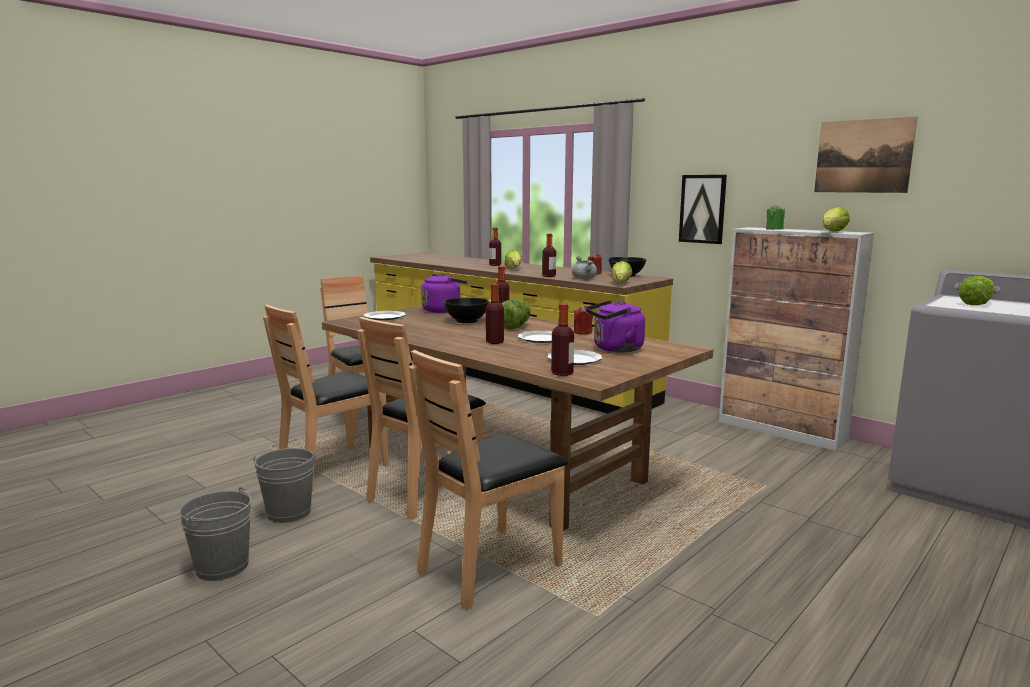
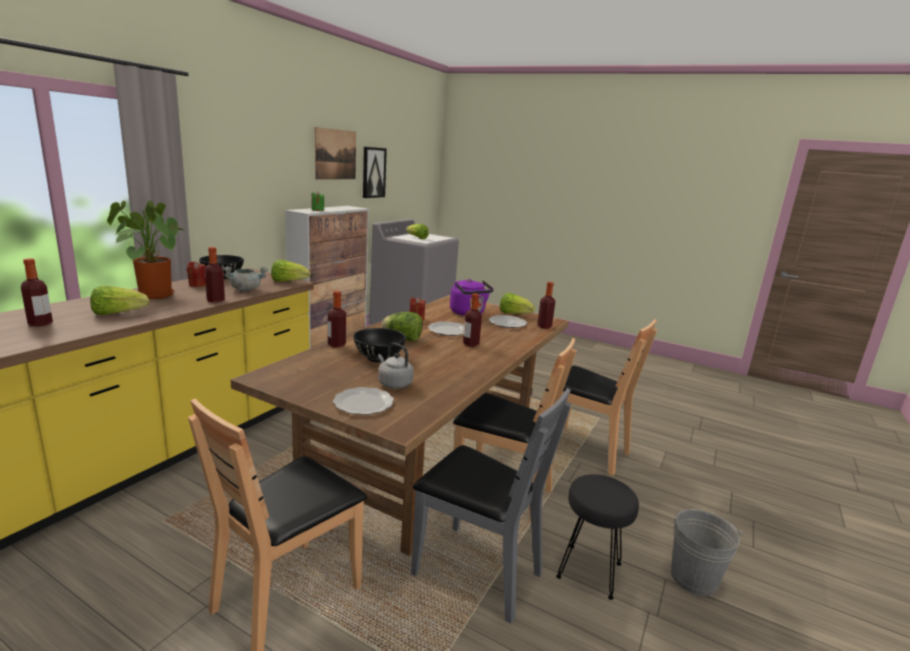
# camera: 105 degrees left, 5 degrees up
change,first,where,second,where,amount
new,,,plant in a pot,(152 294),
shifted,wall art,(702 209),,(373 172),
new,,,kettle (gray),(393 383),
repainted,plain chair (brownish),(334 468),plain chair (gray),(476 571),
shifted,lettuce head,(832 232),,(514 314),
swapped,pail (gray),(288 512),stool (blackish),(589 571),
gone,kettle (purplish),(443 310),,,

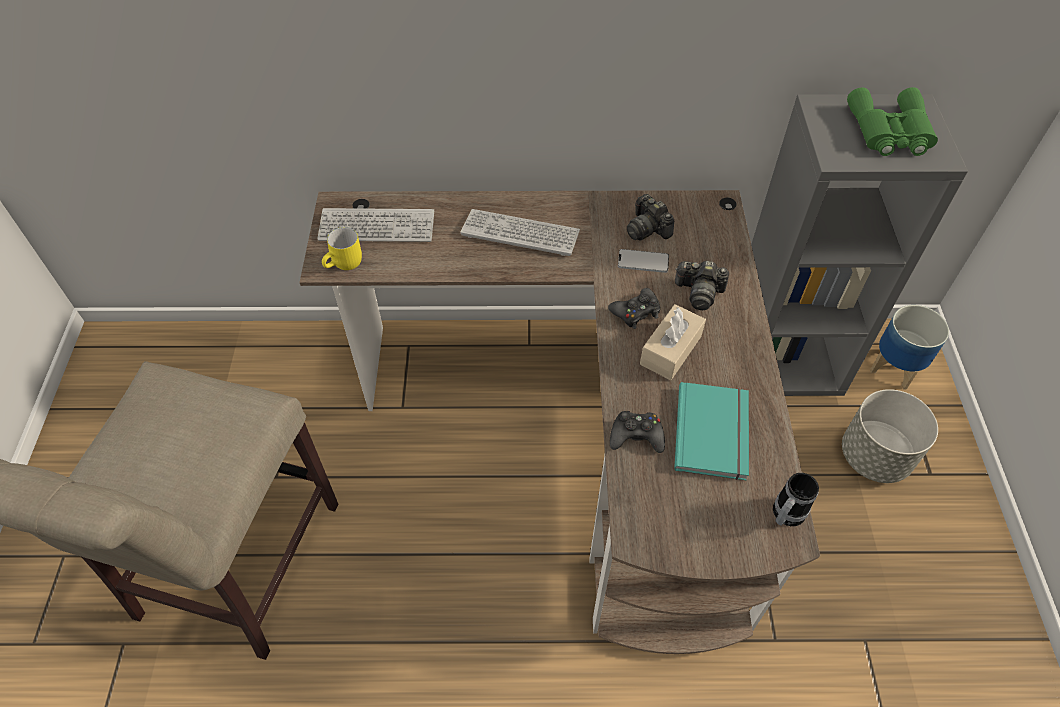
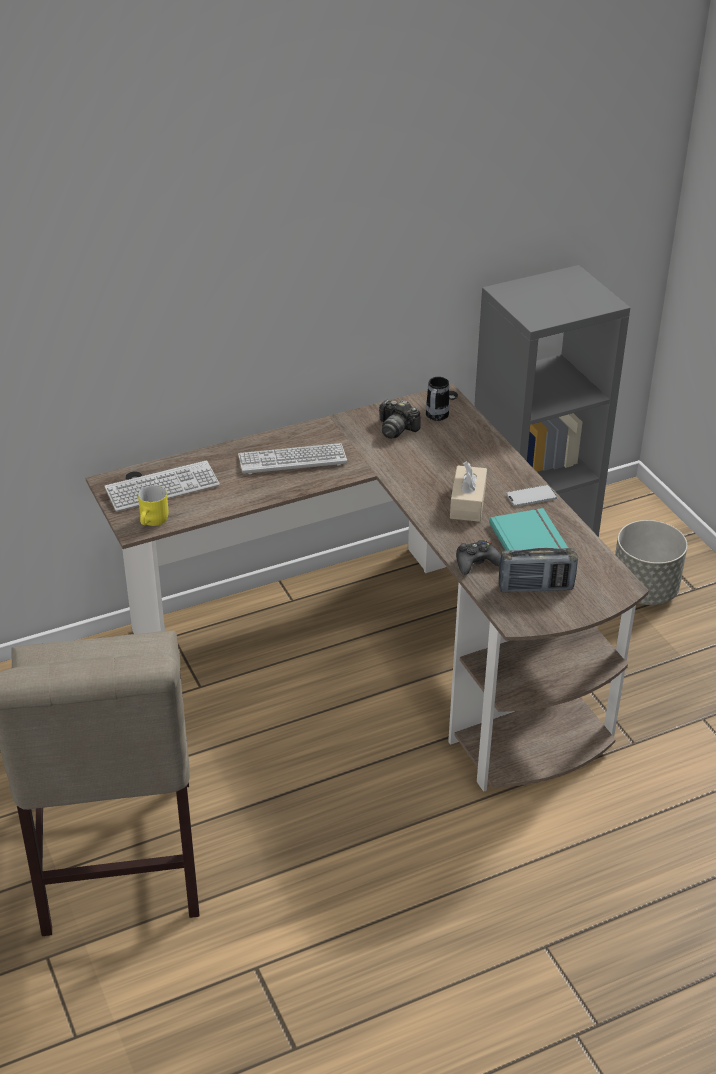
# camera: 25 degrees left, 15 degrees down
change,first,where,second,where,amount
shifted,coffee mug,(784 516),,(435 417),
new,,,radio set,(535 587),
shifted,telephone,(643 262),,(531 497),
gone,game controller (blackish),(636 312),,,
gone,still camera,(699 292),,,
gone,field glasses (green-coloured),(889 132),,,
gone,plant pot,(894 368),,,

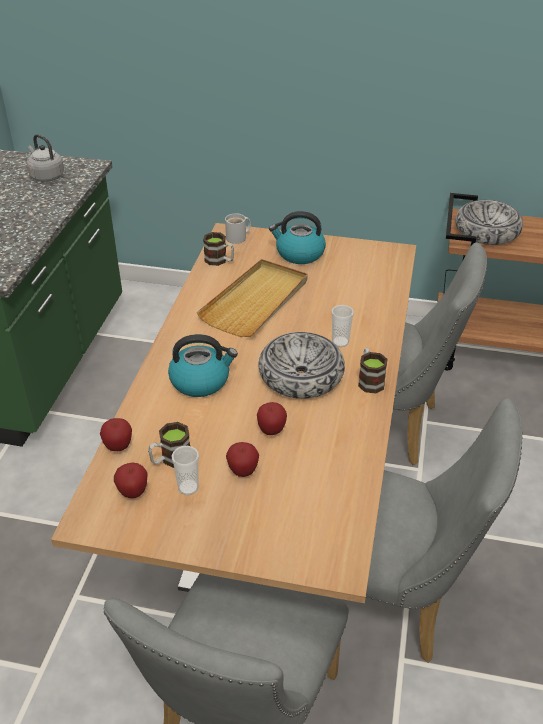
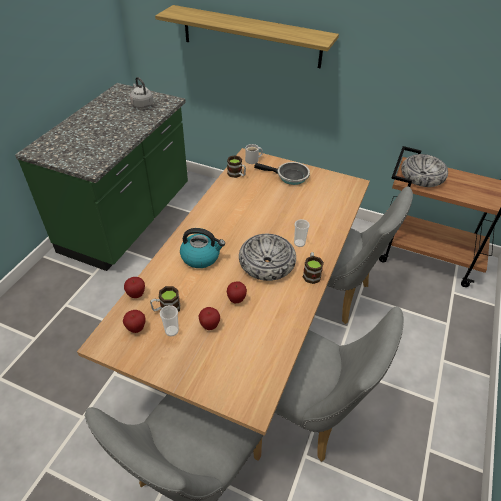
# camera: 10 degrees right, 5 degrees up
change,first,where,second,where,amount
new,,,bracket shelf,(251 36),
swapped,kettle,(299 254),pan,(289 176),
gone,tray (beige),(256 301),,,

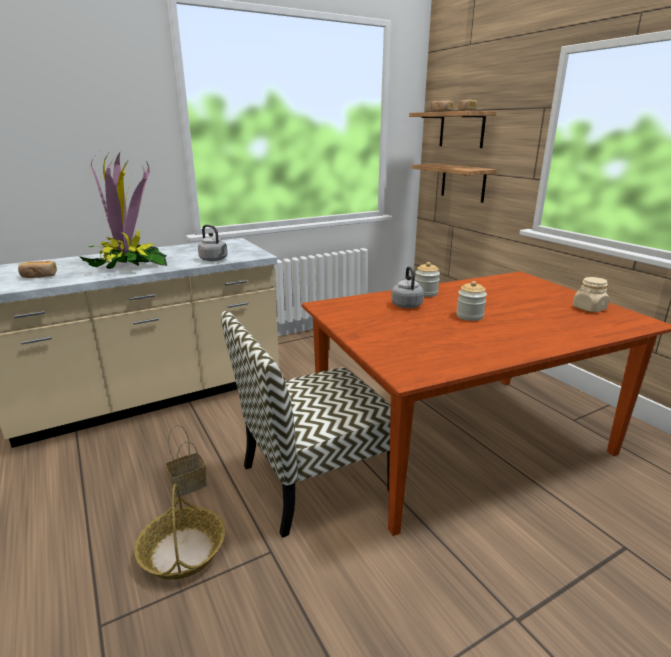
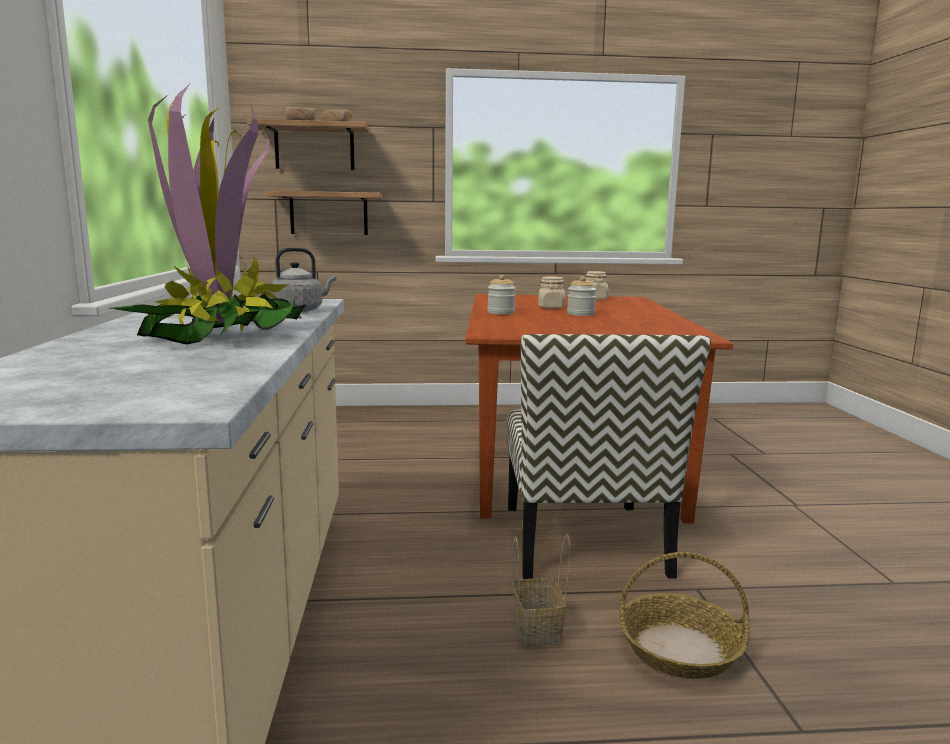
# camera: 65 degrees left, 10 degrees down
change,first,where,second,where,amount
new,,,jar (beige),(551 307),
gone,baked bread,(39 276),,,
gone,kettle (gray),(406 304),,,

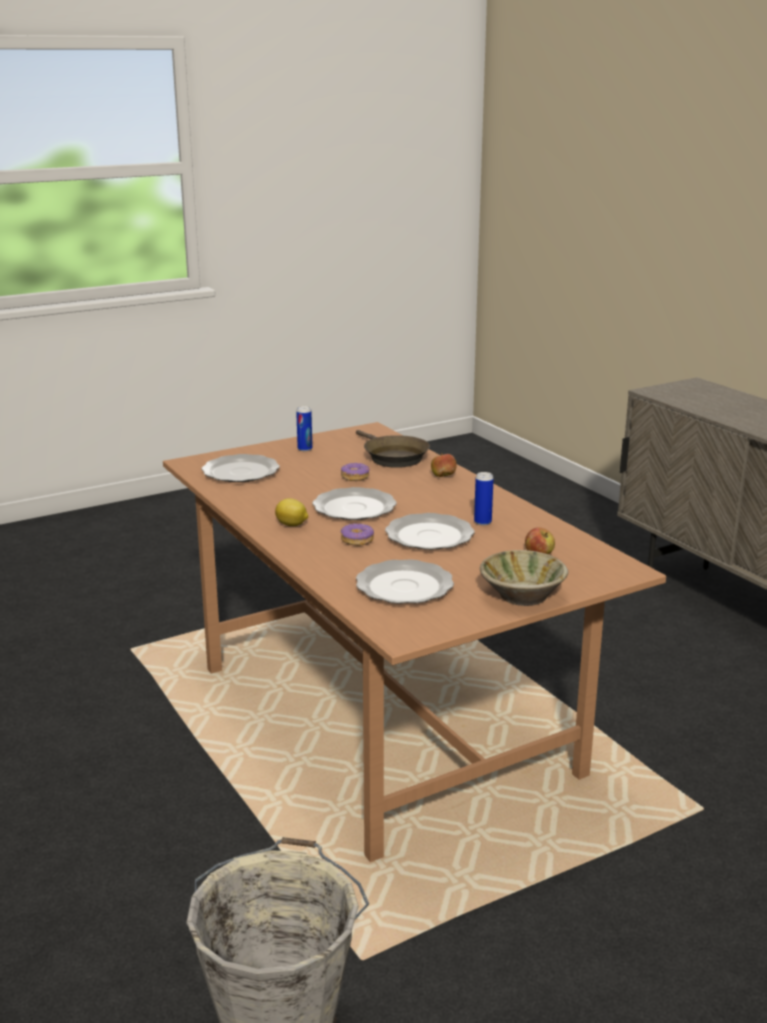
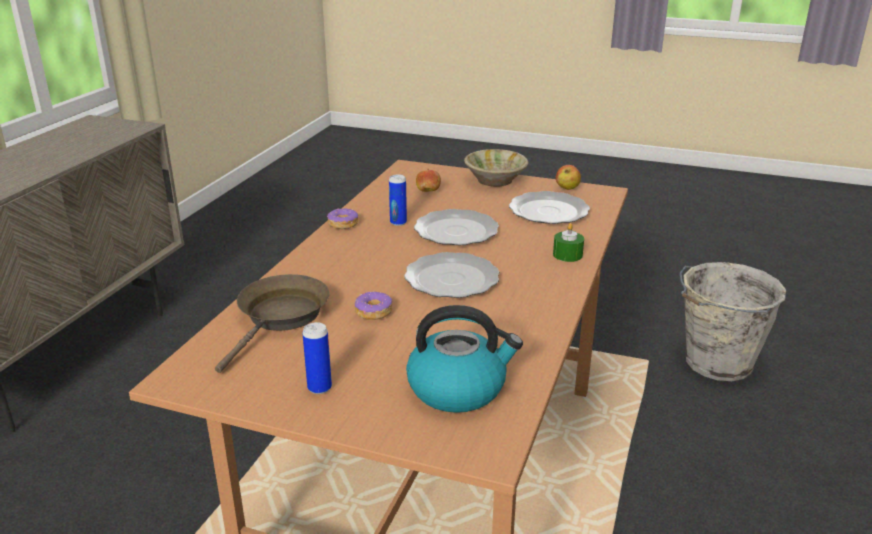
# camera: 130 degrees left, 5 degrees up
change,first,where,second,where,amount
shifted,doughnut,(357 540),,(342 224),
swapped,flat dish,(242 472),kettle,(458 388),
new,,,wax light (green-coloured),(567 255),
shifted,whole apple,(443 476),,(567 188),
gone,lemon,(292 525),,,

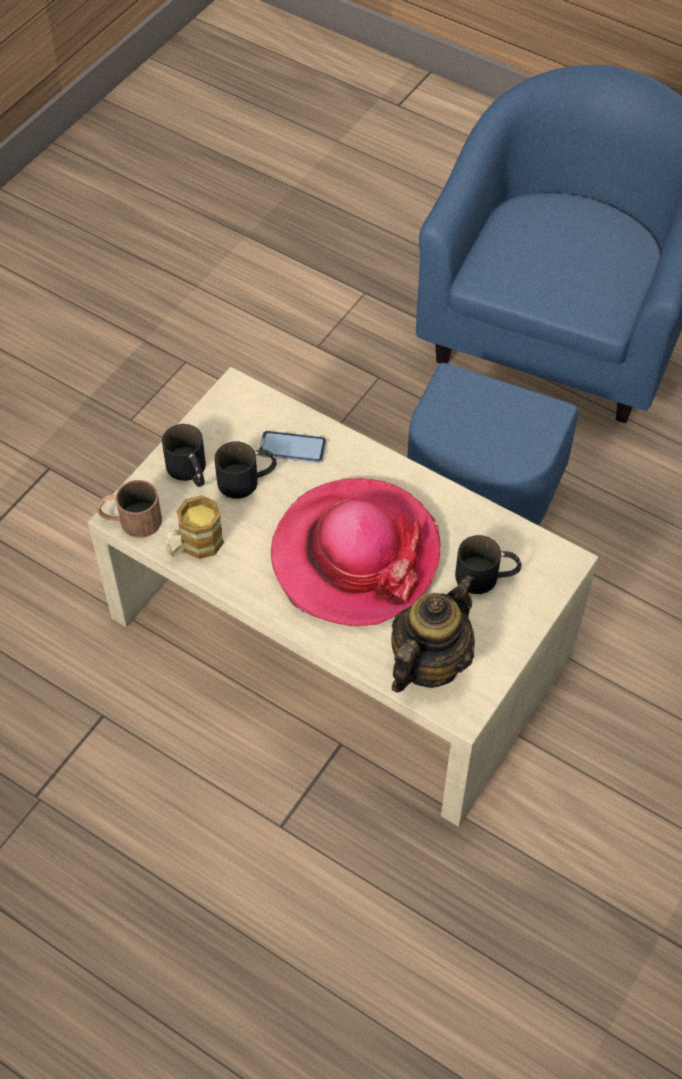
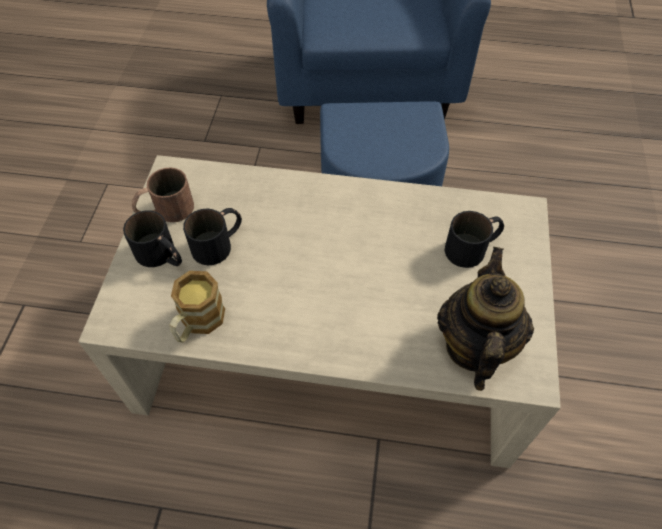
# camera: 25 degrees left, 0 degrees up
change,first,where,second,where,amount
shifted,coffee mug (brownish),(130 520),,(165 210),
gone,telephone,(292 448),,,
gone,wearable hat,(355 555),,,

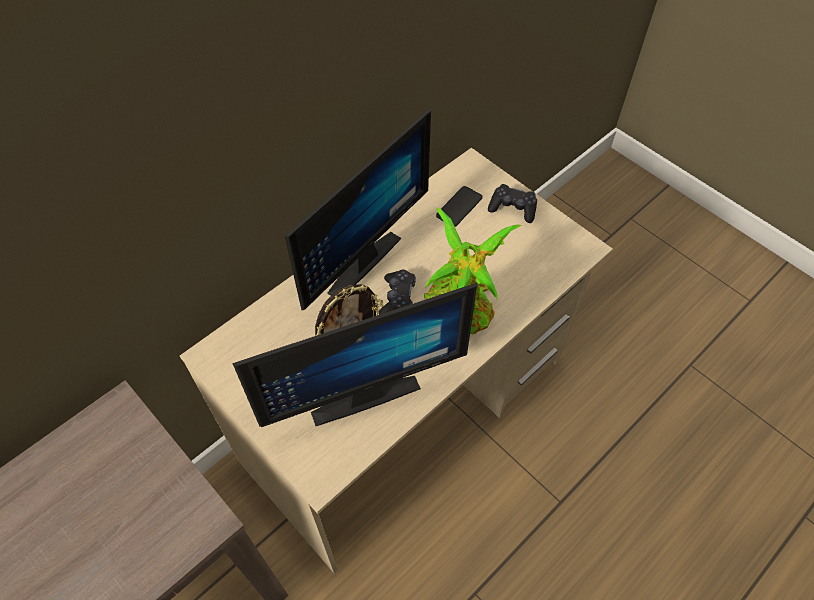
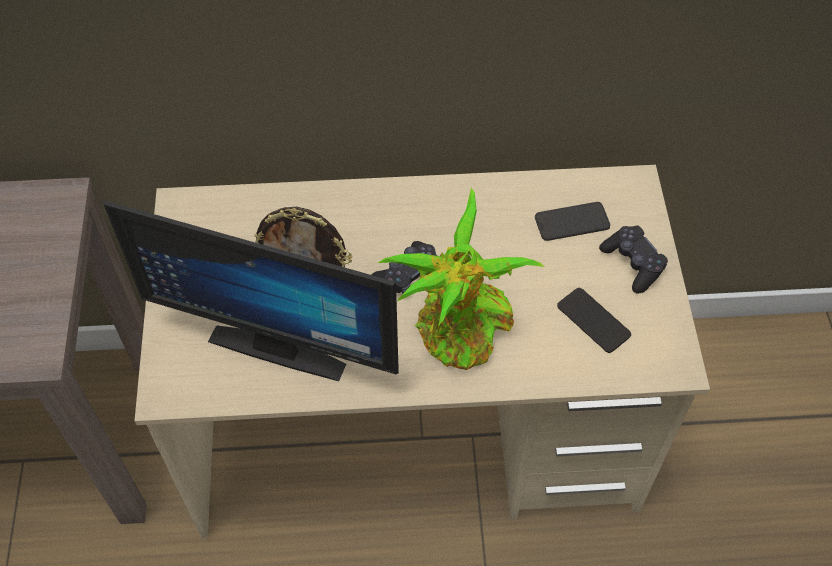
# camera: 40 degrees right, 0 degrees up
change,first,where,second,where,amount
new,,,telephone,(593 320),
gone,computer display,(356 259),,,

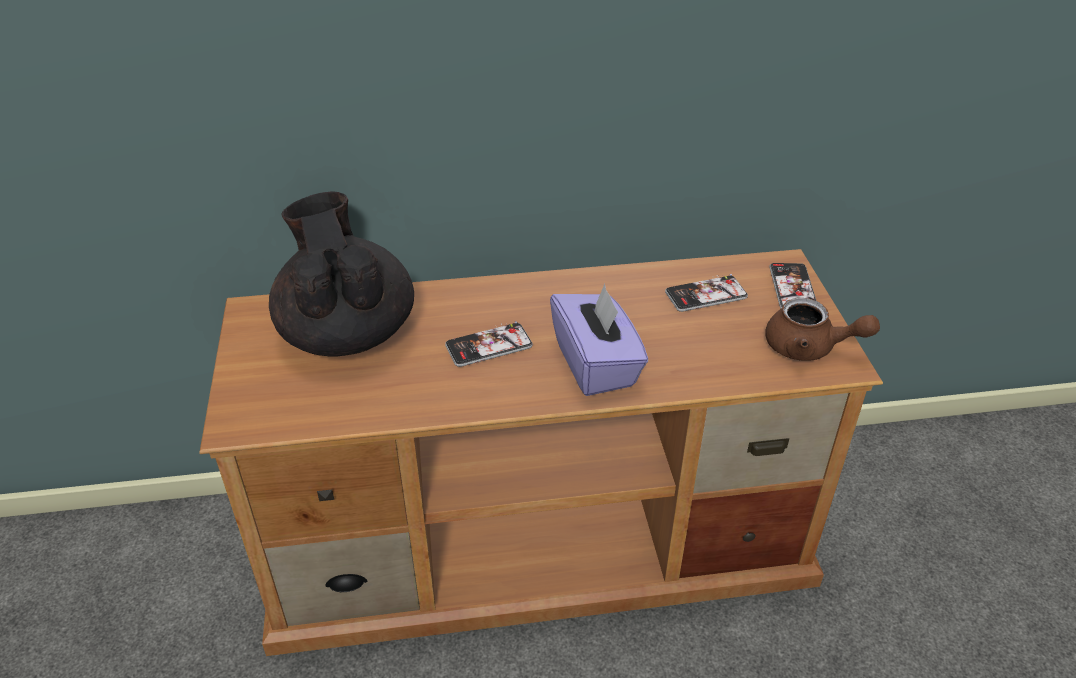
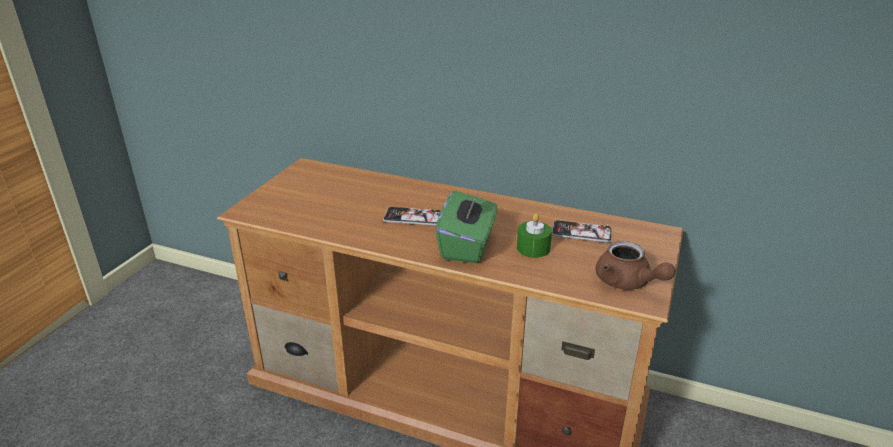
# camera: 30 degrees right, 10 degrees down
change,first,where,second,where,amount
repainted,box of tissues (purplish),(596 364),box of tissues (green-coloured),(467 246),
new,,,wax light (green-coloured),(533 248),
gone,teapot (blackish),(347 332),,,
gone,telephone,(792 288),,,

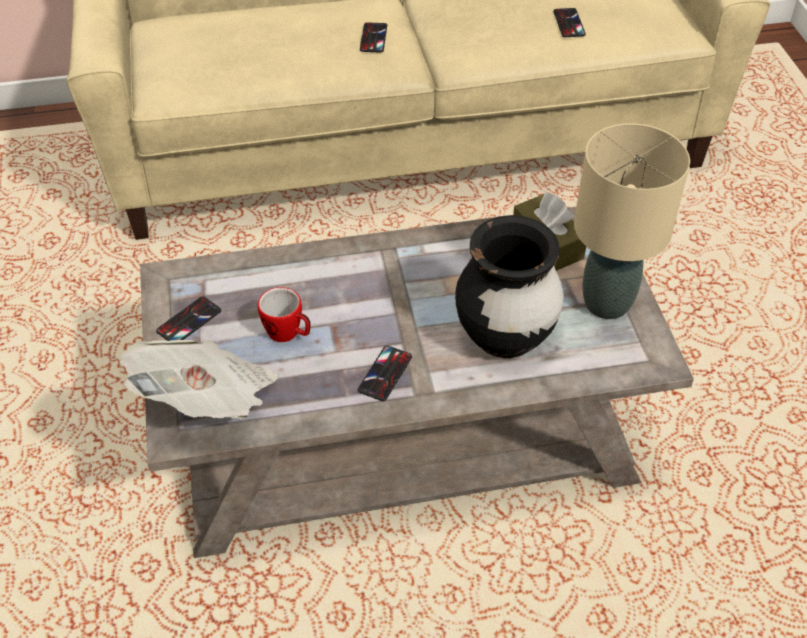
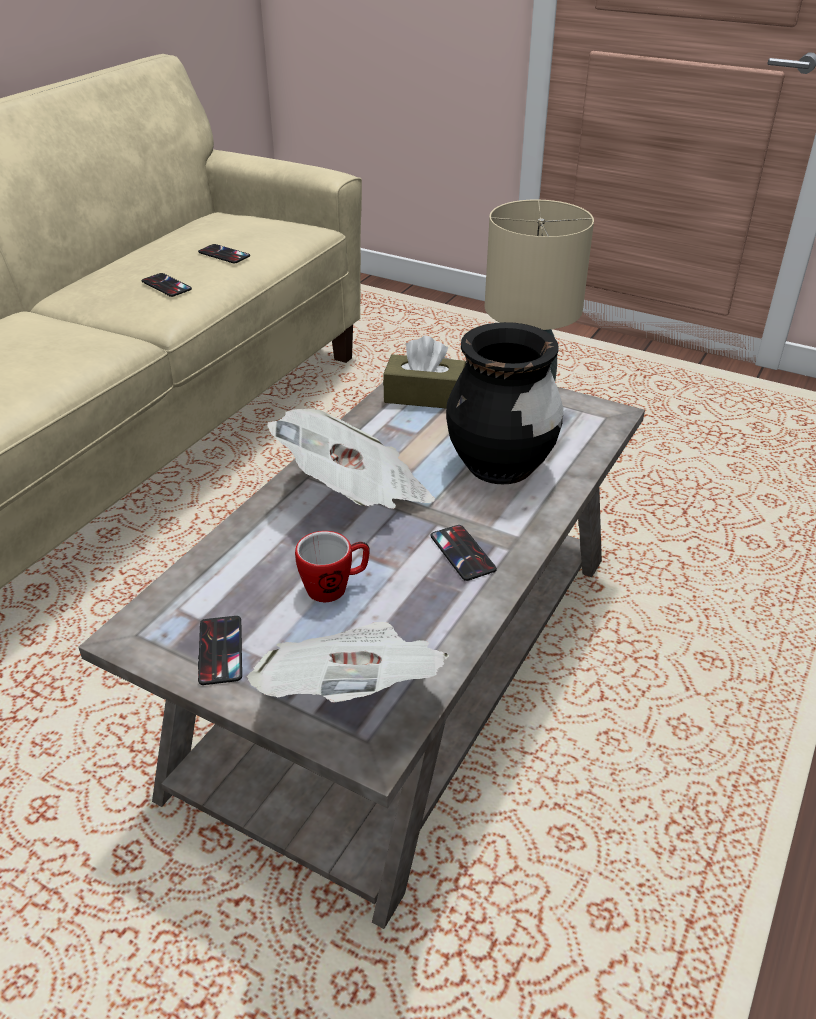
# camera: 50 degrees left, 10 degrees down
change,first,where,second,where,amount
shifted,telephone,(373 38),,(166 285),
new,,,newspaper,(356 494),

